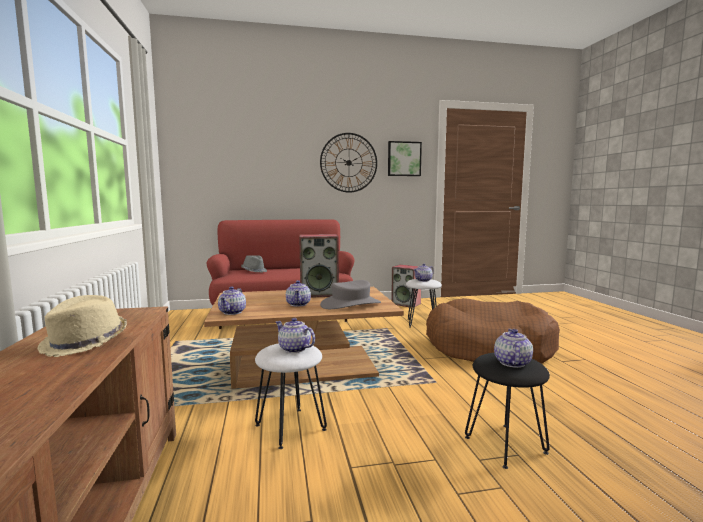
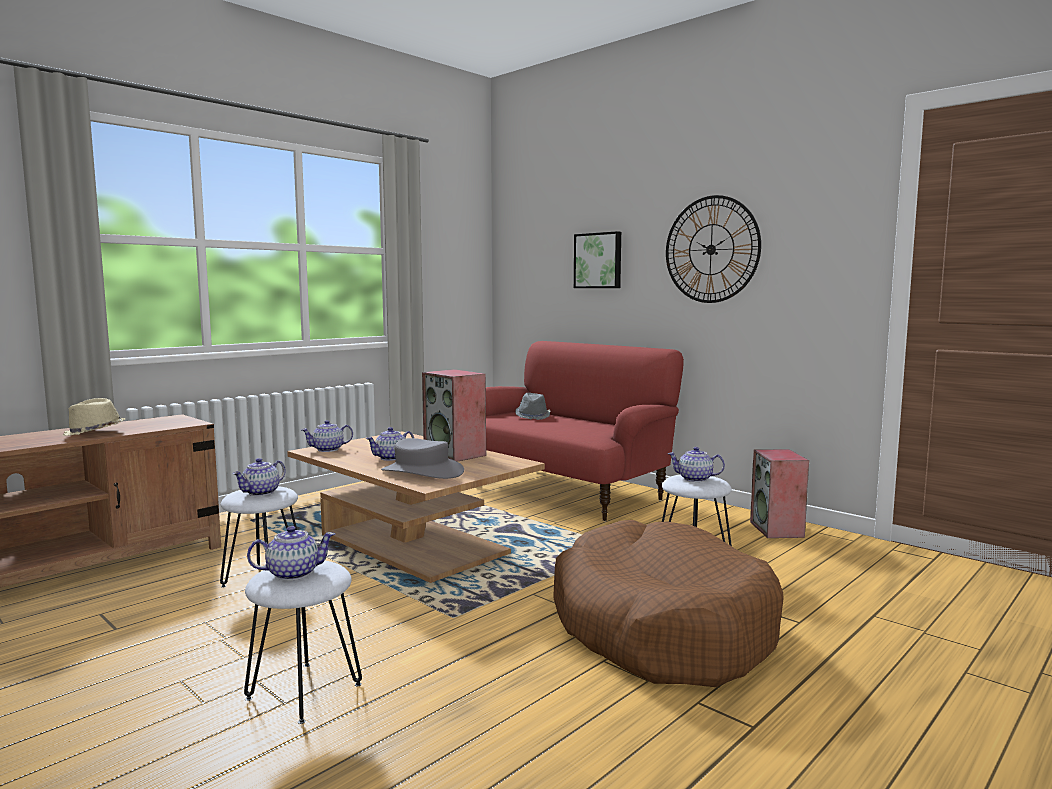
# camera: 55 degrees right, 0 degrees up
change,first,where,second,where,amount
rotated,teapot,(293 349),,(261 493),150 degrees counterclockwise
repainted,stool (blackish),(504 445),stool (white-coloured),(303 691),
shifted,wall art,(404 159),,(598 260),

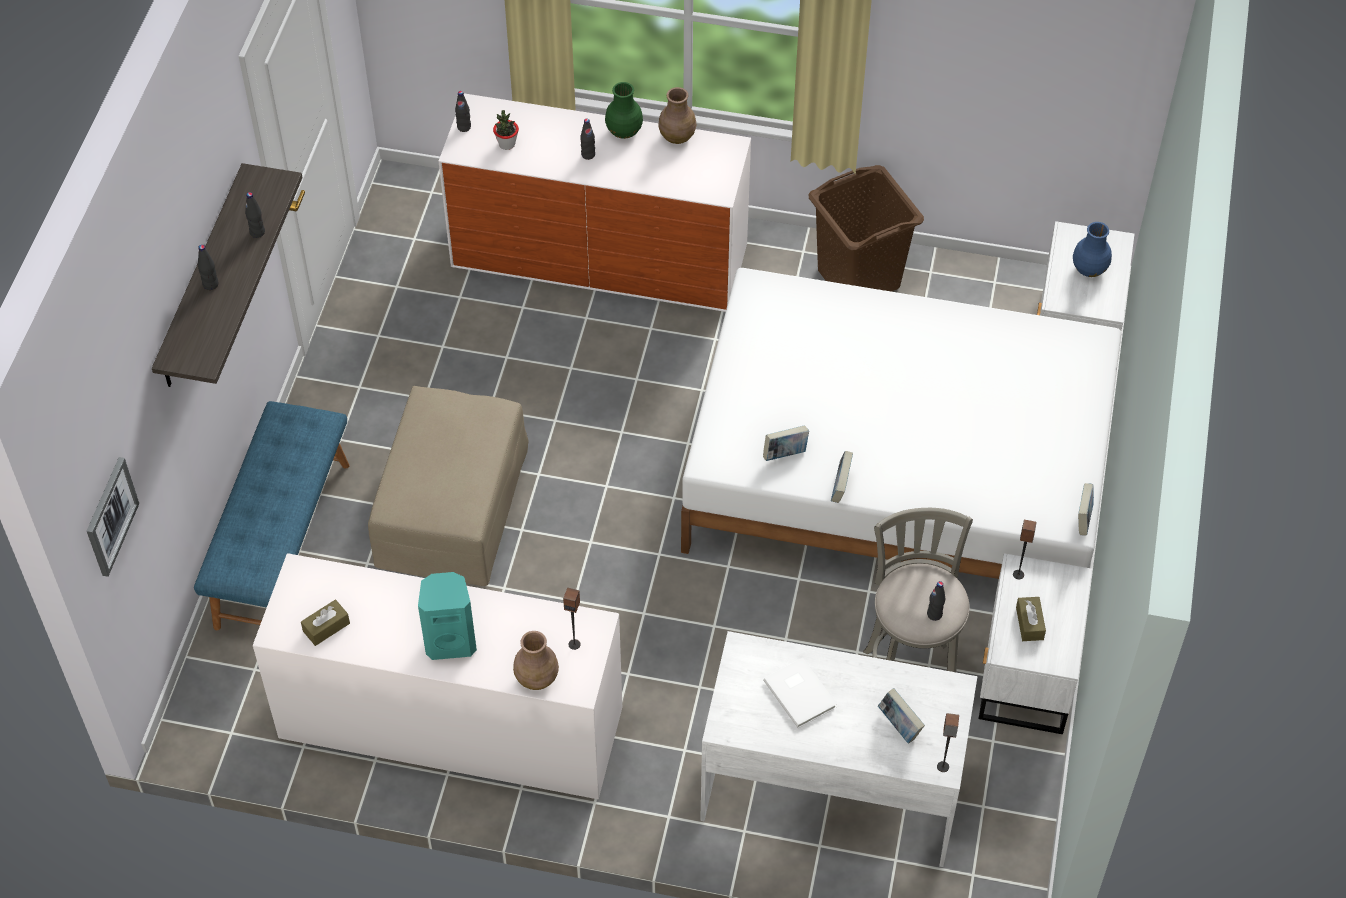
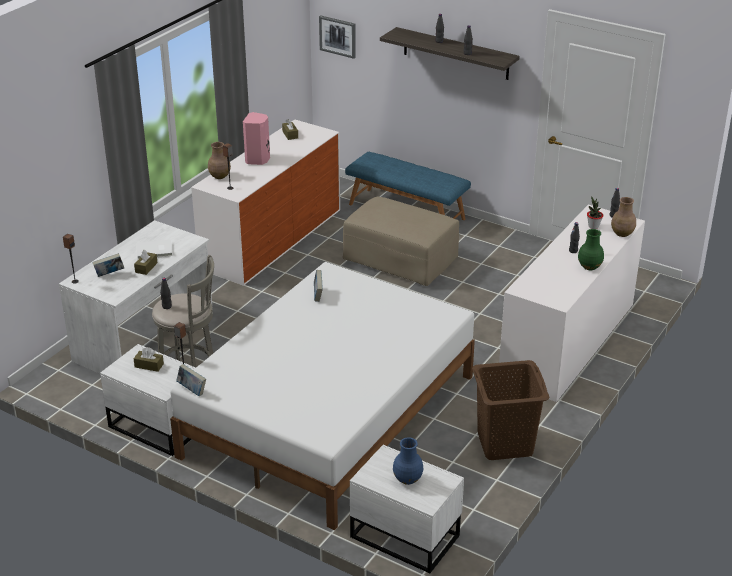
# camera: 110 degrees right, 20 degrees down
change,first,where,second,where,amount
new,,,box of tissues (brownish),(146 267),
repainted,audio speaker (blue-green),(451 641),audio speaker (pinkish),(258 160),
shifted,vase (brownish),(677 136),,(622 233),
gone,bound book,(840 487),,,

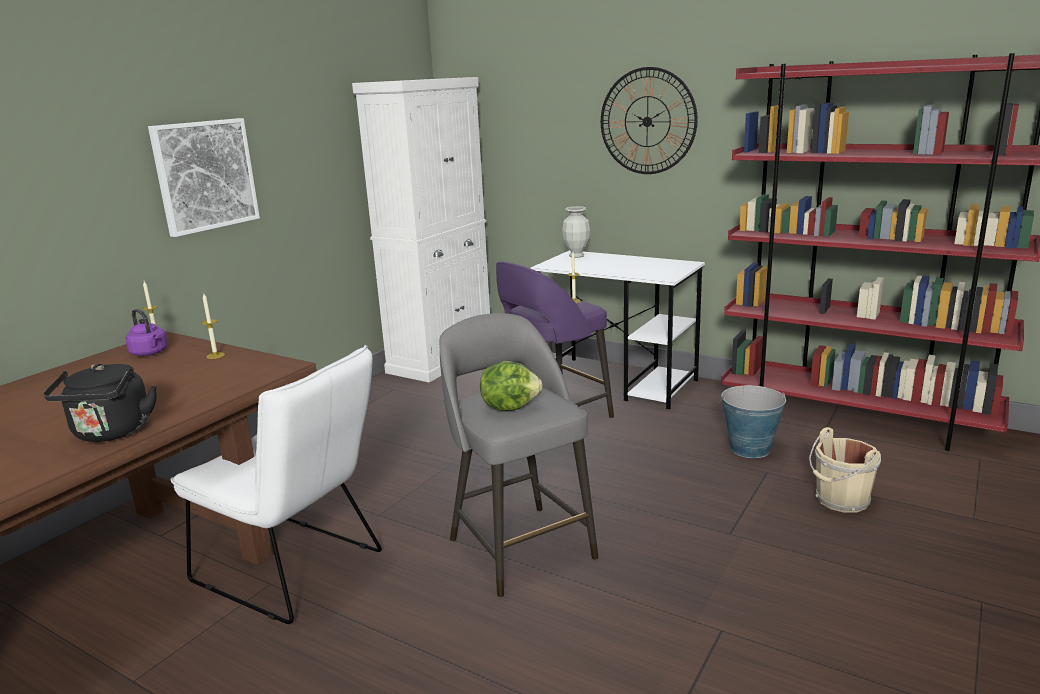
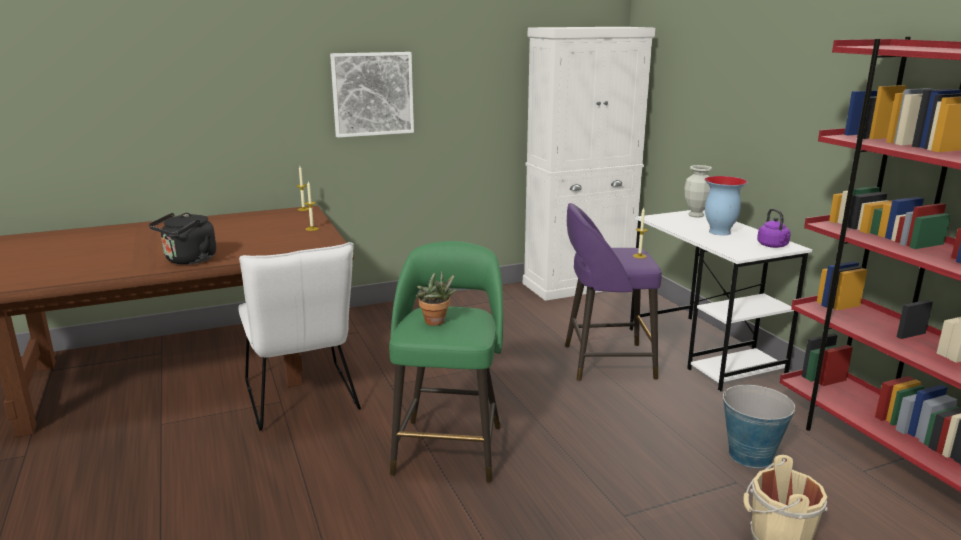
# camera: 35 degrees right, 0 degrees up
change,first,where,second,where,amount
repainted,stool (gray),(519 546),stool (green-coloured),(449 447),
swapped,lettuce head,(509 407),plant in a pot,(436 323),
new,,,vase,(719 232),
shifted,kettle (purplish),(150 353),,(773 246),
gone,wall clock,(647 121),,,

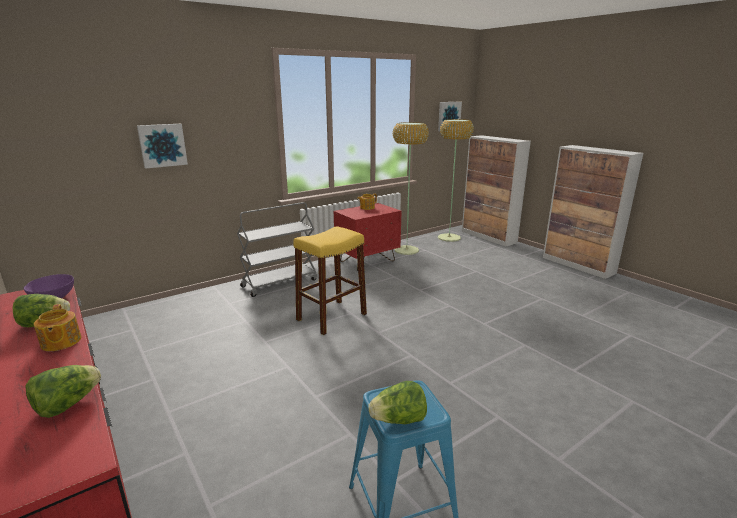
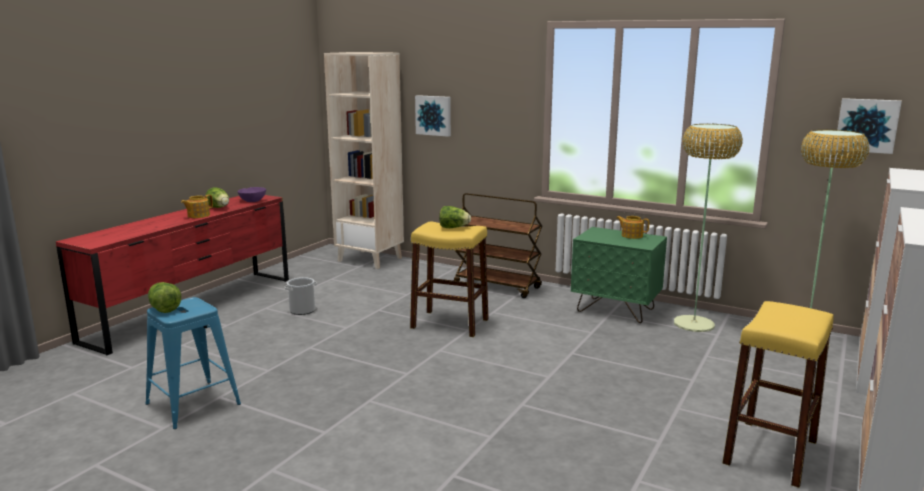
# camera: 65 degrees right, 5 degrees down
change,first,where,second,where,amount
new,,,pail,(302 310),
new,,,bookcase (beige),(370 259),
shifted,lettuce head,(68 405),,(453 228),
repainted,wheeled cart (gray),(280 283),wheeled cart (brownish),(497 286),
repainted,bedside table (red-coloured),(367 261),bedside table (green-coloured),(616 310),
new,,,stool (yellow-coloured),(770 452),

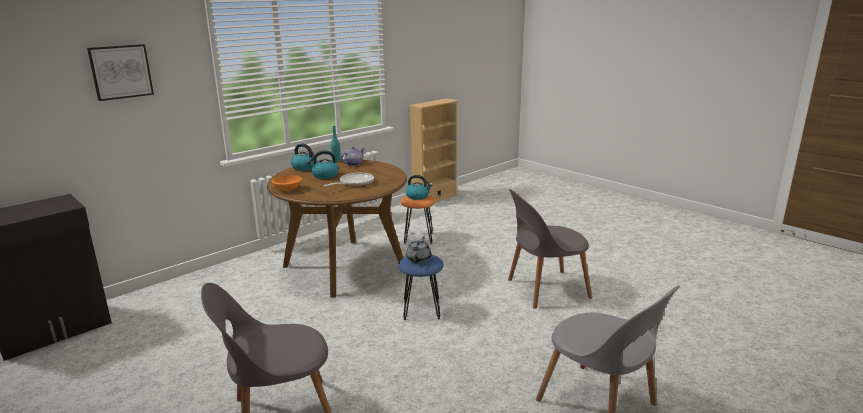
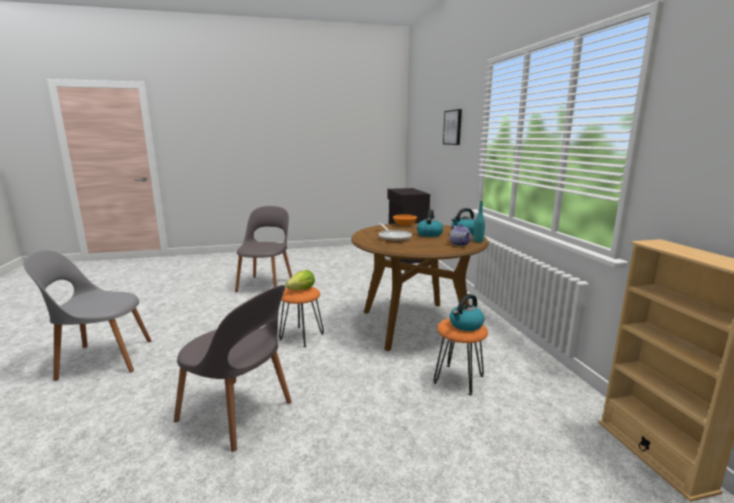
# camera: 120 degrees right, 5 degrees down
change,first,where,second,where,amount
rotated,plain chair (gray),(545 289),,(238 414),105 degrees clockwise
repainted,stool (blue),(421 310),stool (orangey),(301 336),
swapped,teapot (gray),(419 259),lettuce head,(302 290),

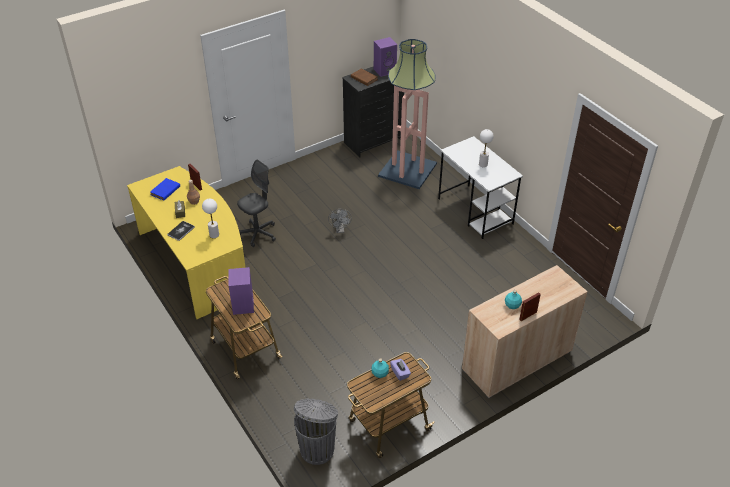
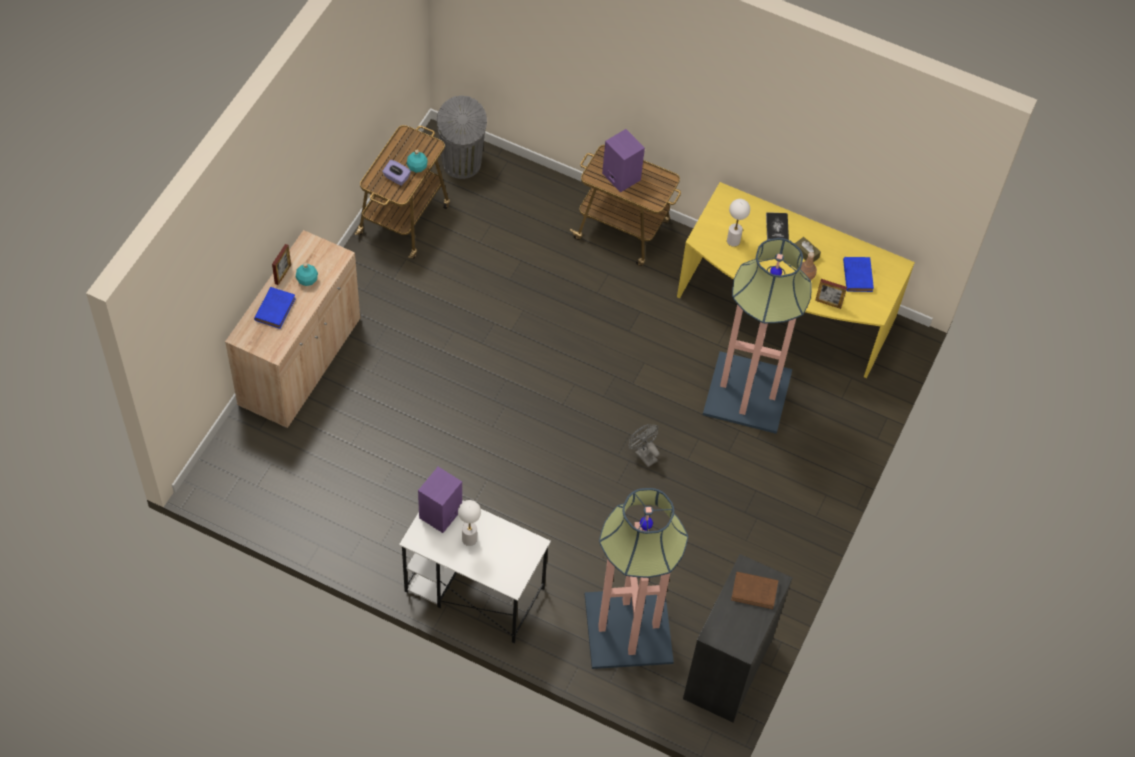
# camera: 145 degrees right, 15 degrees up
change,first,where,second,where,amount
new,,,bound book (blue),(275 308),
shifted,audio speaker (purplish),(385 70),,(440 514),
swapped,office chair (gray),(258 234),standard lamp,(747 393),

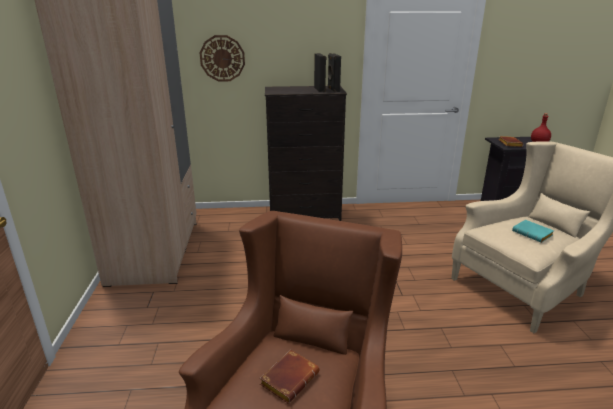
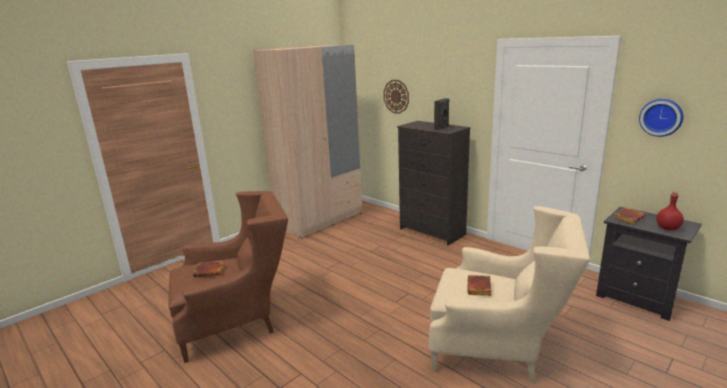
# camera: 50 degrees right, 5 degrees down
change,first,where,second,where,amount
repainted,bound book (blue-green),(533 234),bound book (brownish),(480 288),
new,,,wall clock,(661 117),
gone,audio speaker (blackish),(333 90),,,

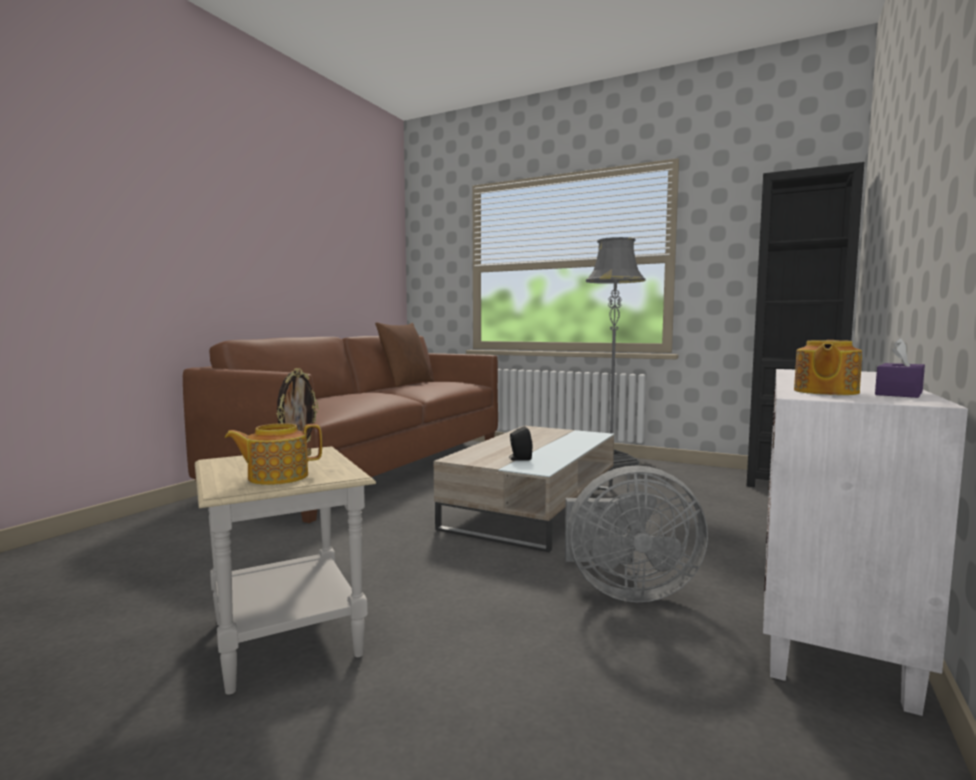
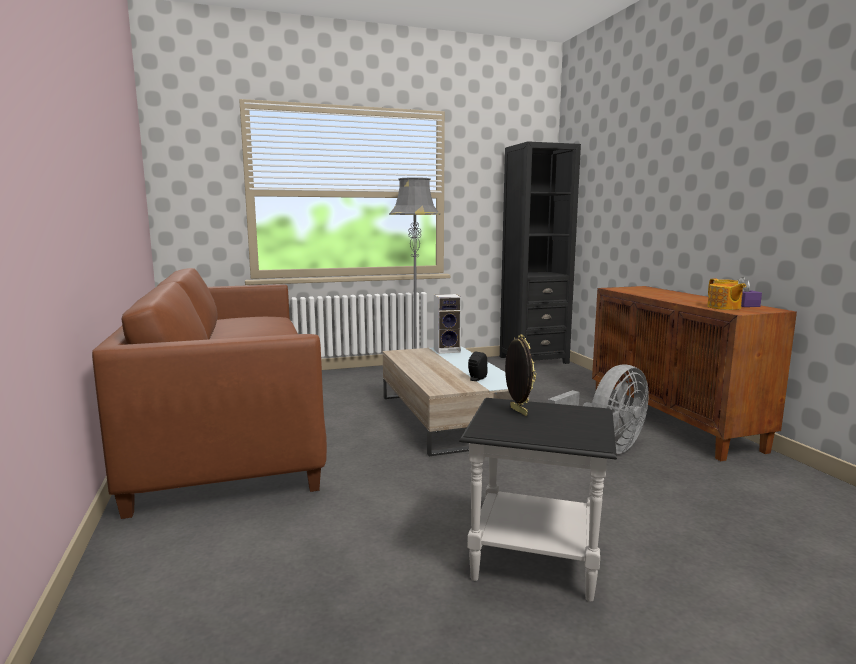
# camera: 45 degrees left, 5 degrees up
change,first,where,second,where,amount
new,,,audio speaker,(447 350),
repainted,side table (beige),(285 637),side table (blackish),(533 559),
repainted,cabinet (white-coloured),(827 604),cabinet (brownish),(673 422),
gone,teapot,(276 477),,,
gone,throw pillow (brownish),(405 384),,,

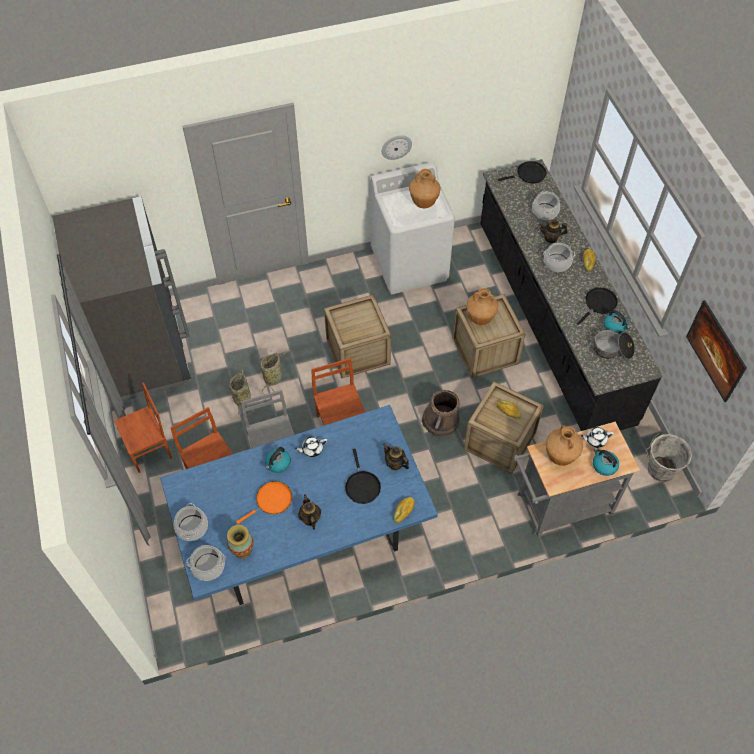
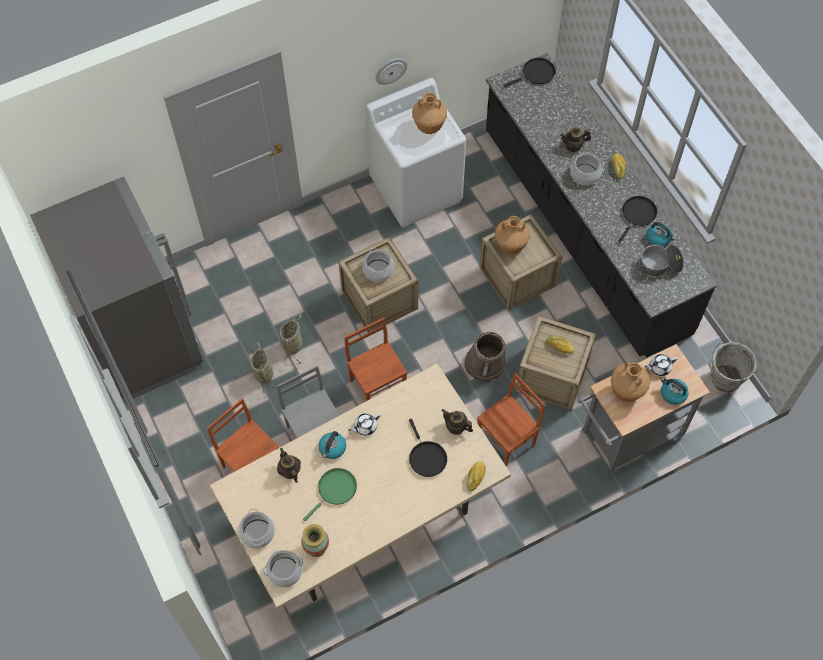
# camera: 10 degrees left, 5 degrees up
change,first,where,second,where,amount
repainted,dining table (blue),(303 535),dining table (beige),(364 515),
shifted,teapot,(310 518),,(290 471),
repainted,pan (orangey),(272 501),pan (green-coloured),(335 490),
shifted,stockpot,(544 211),,(378 270),
shifted,plain chair (brownish),(149 450),,(507 440),
gone,wall art,(711 359),,,

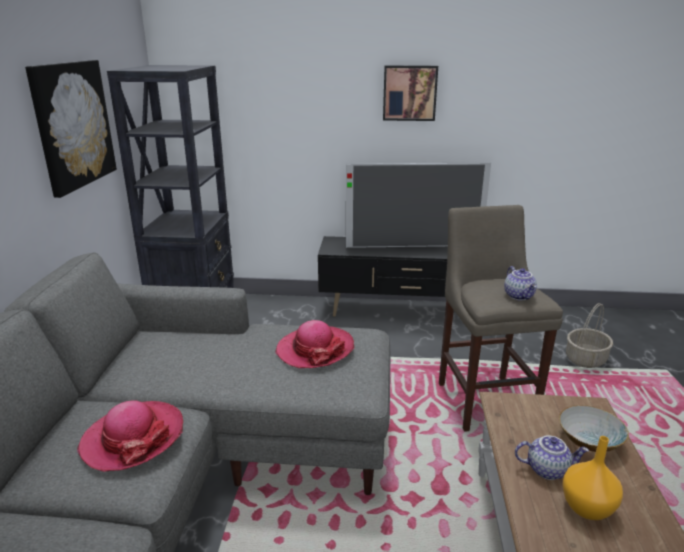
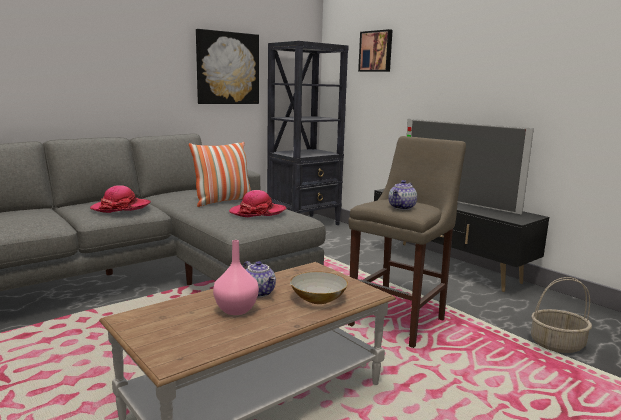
# camera: 45 degrees right, 10 degrees down
change,first,where,second,where,amount
new,,,throw pillow,(223 201),
repainted,vase (orangey),(588 508),vase (pinkish),(236 310),
shifted,wall art,(409 93),,(376 51),

